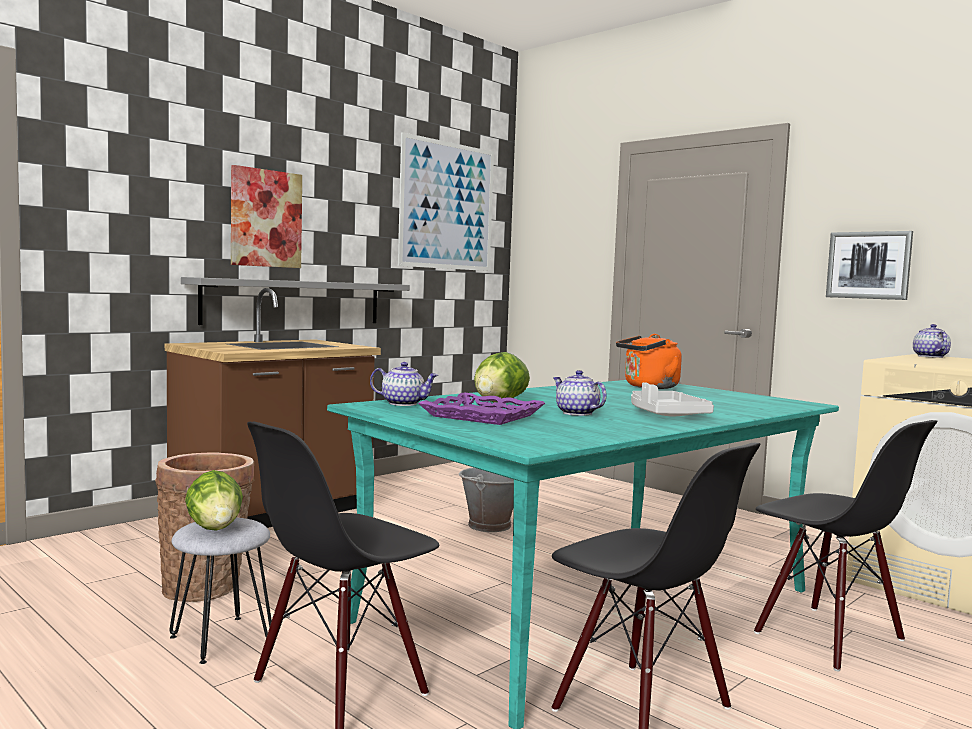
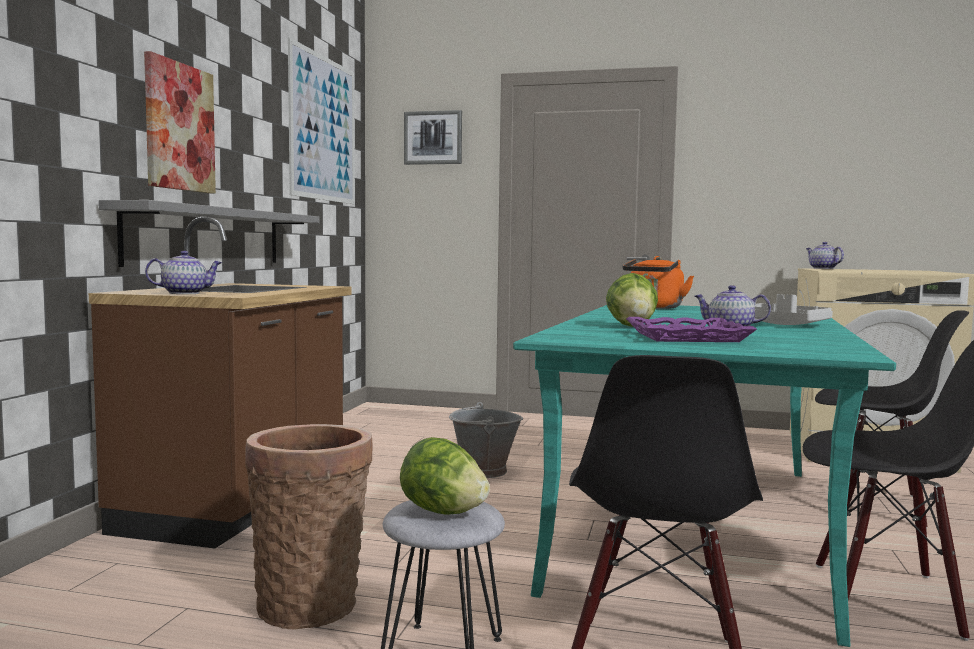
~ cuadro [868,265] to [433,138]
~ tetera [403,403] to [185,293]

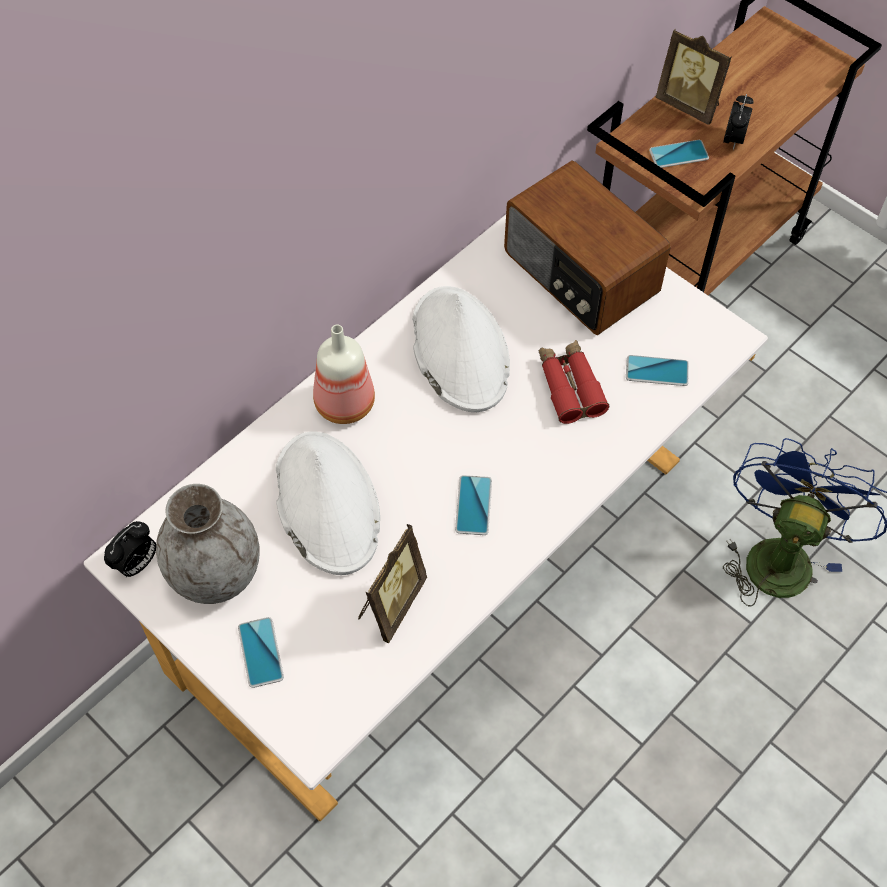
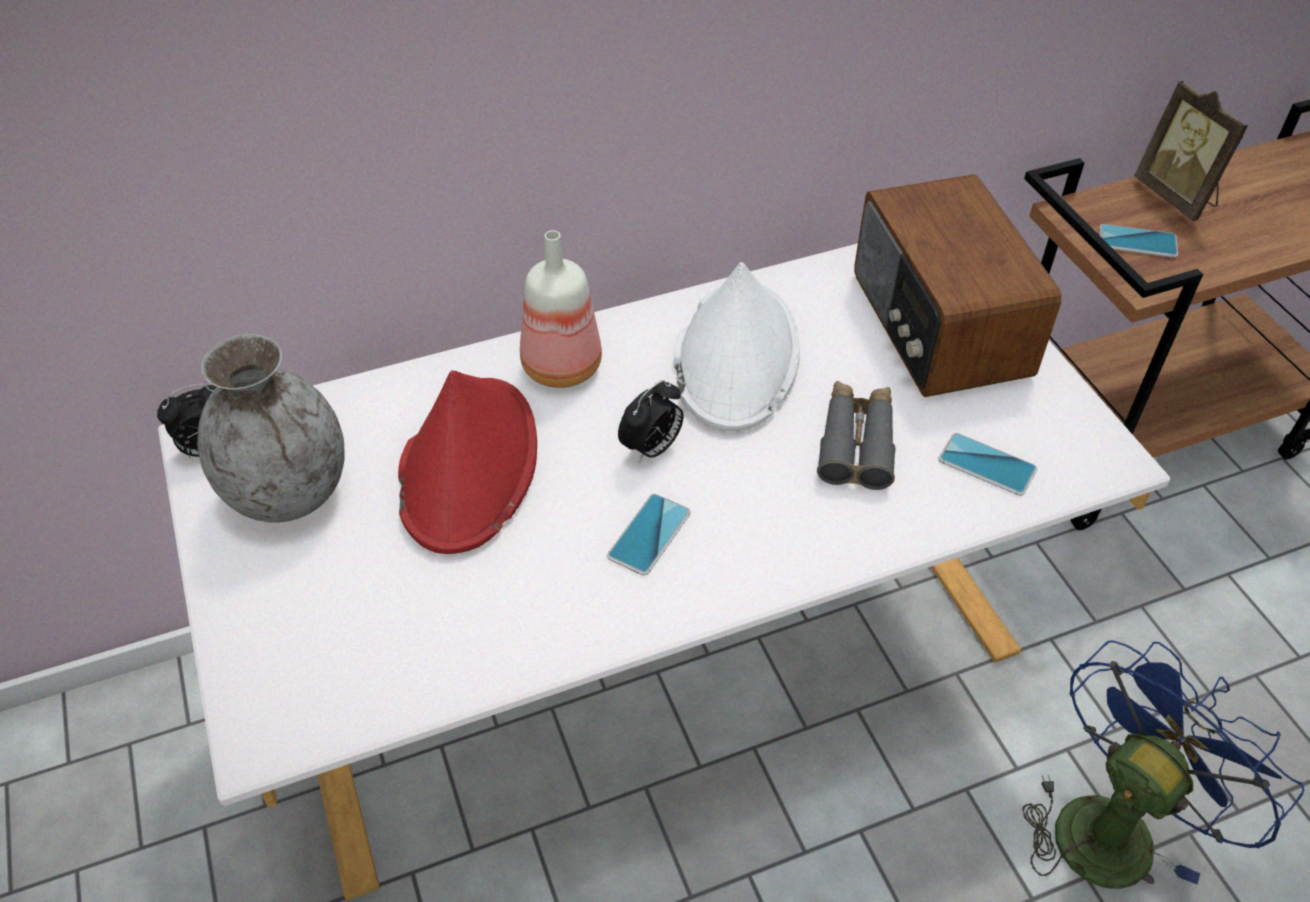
~ despertador [733,140] to [651,449]
~ prismáticos (rojo) [570,386] to prismáticos (gris) [856,443]
~ sombrero (blanco) [326,503] to sombrero (rojo) [469,464]
- portarretratos [390,603]
- móvil [261,652]

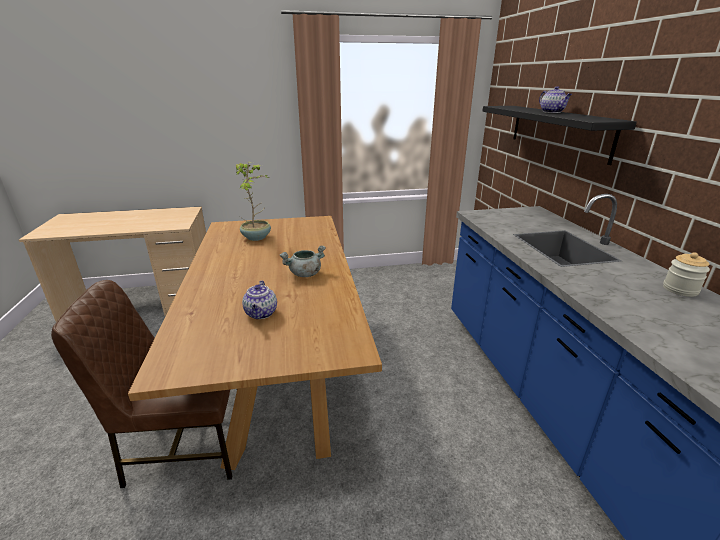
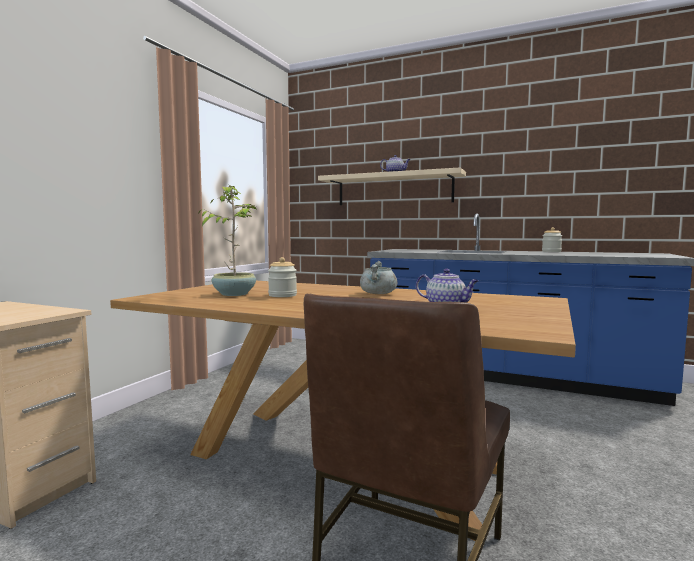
~ estante (negro) [558,131] to estante (beis) [394,189]
+ tarro [282,295]

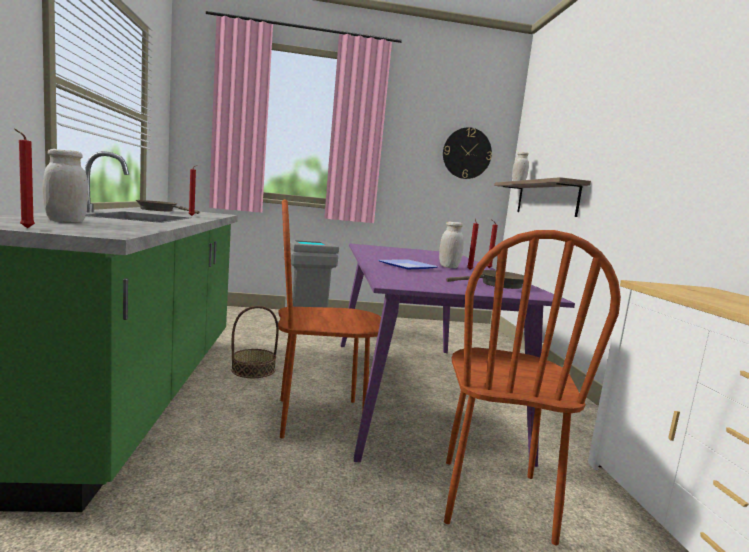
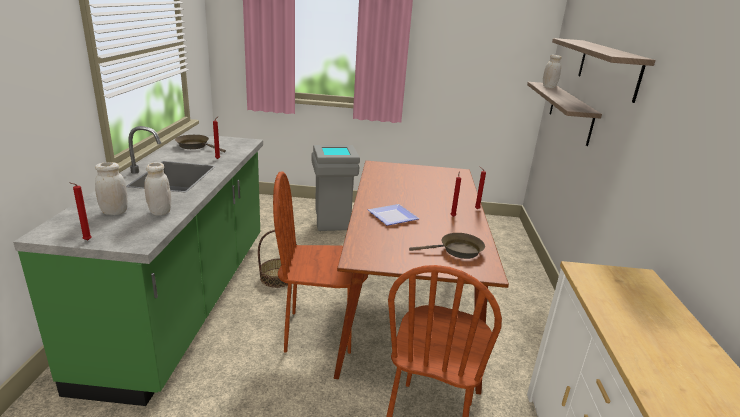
- reloj de pared [466,153]
~ tarro (blanco) [448,267] to [160,212]
~ mesa de comedor (morado) [414,391] to mesa de comedor (marrón) [408,307]
+ estante [608,68]

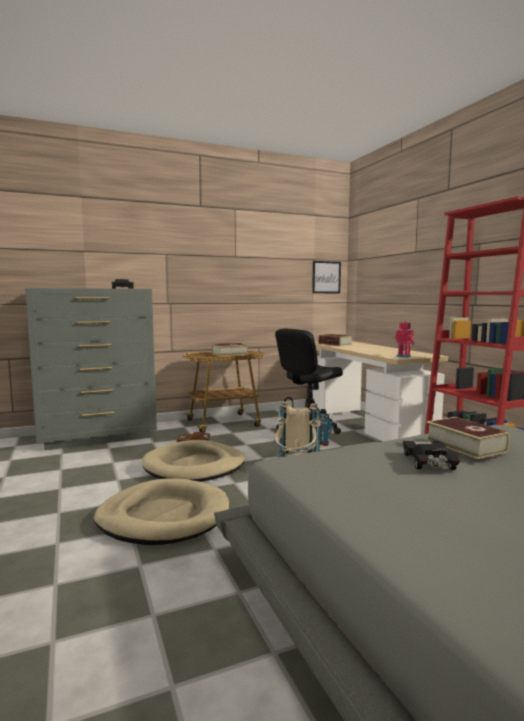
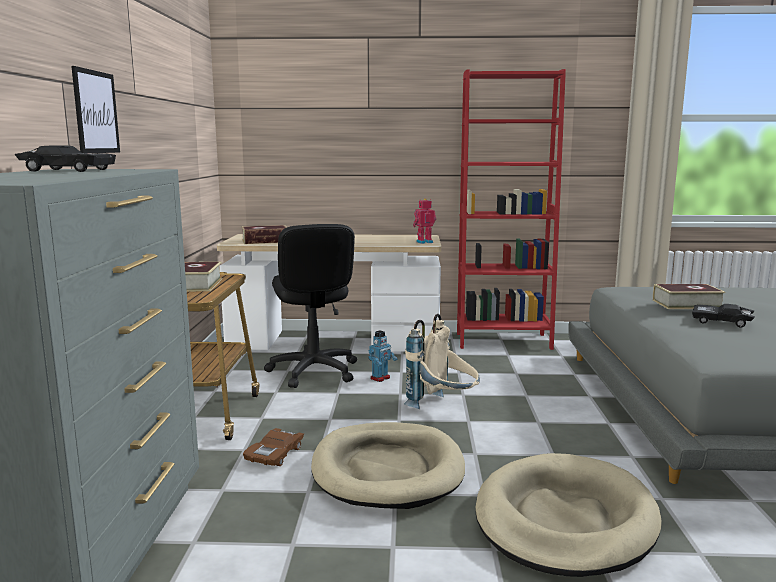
~ cuadro [326,277] to [96,112]

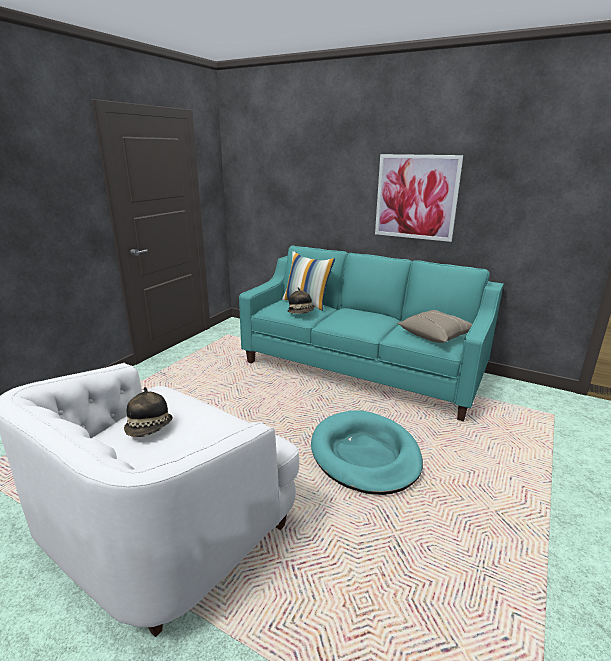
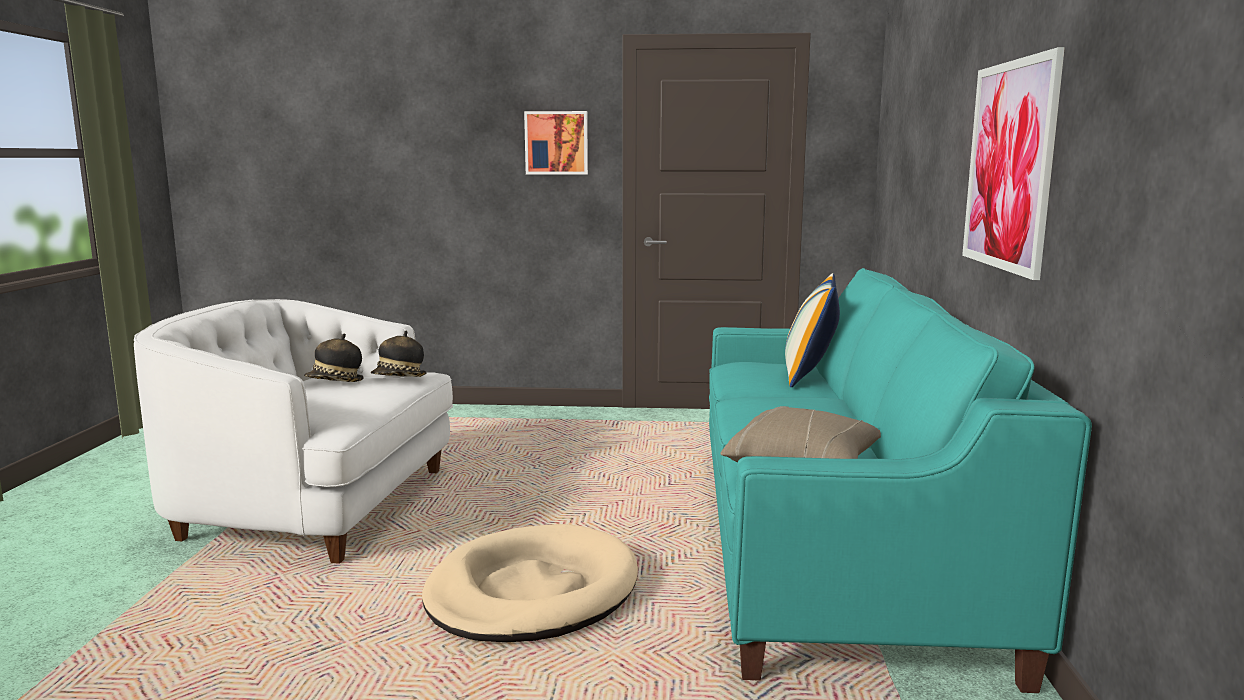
~ sombrero [301,313] to [399,379]
~ cama para perro (turquesa) [365,455] to cama para perro (beis) [532,592]
+ cuadro [556,143]

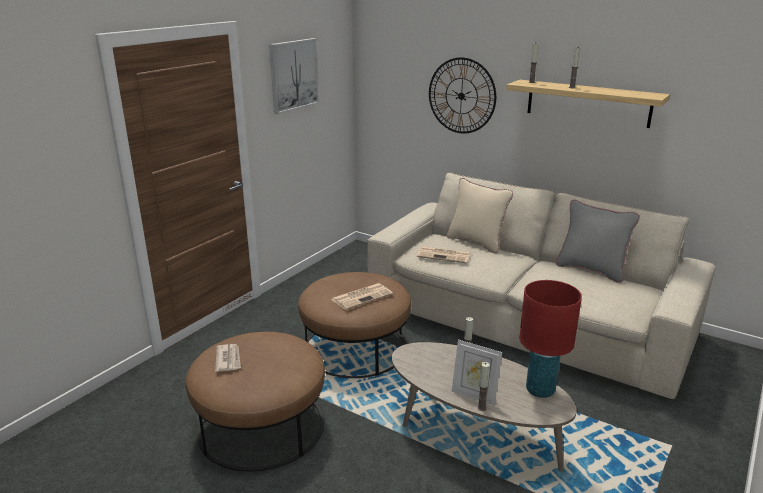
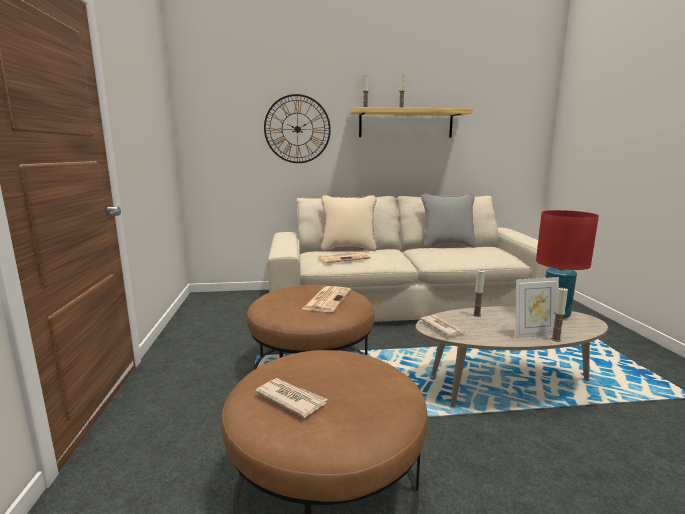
- cuadro [293,75]
+ periódico [442,327]

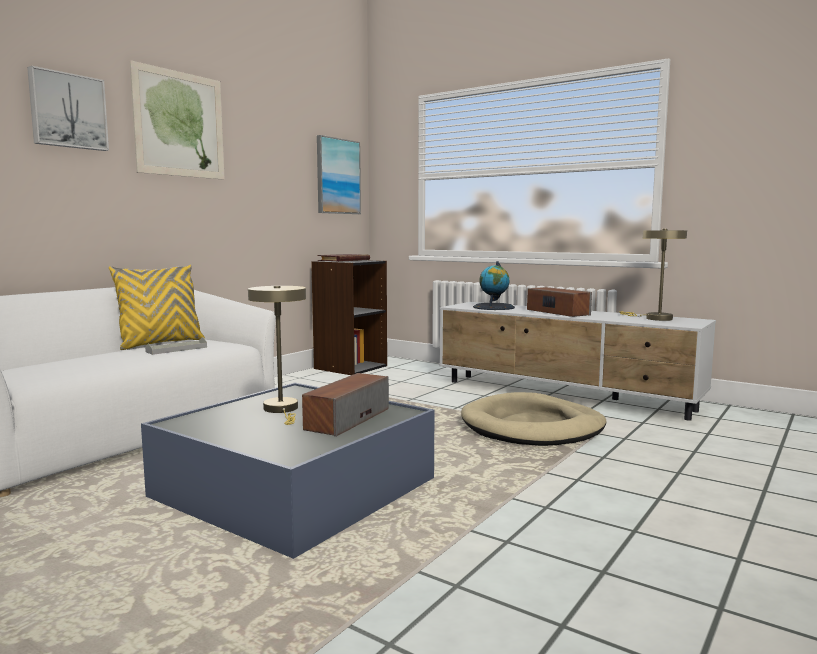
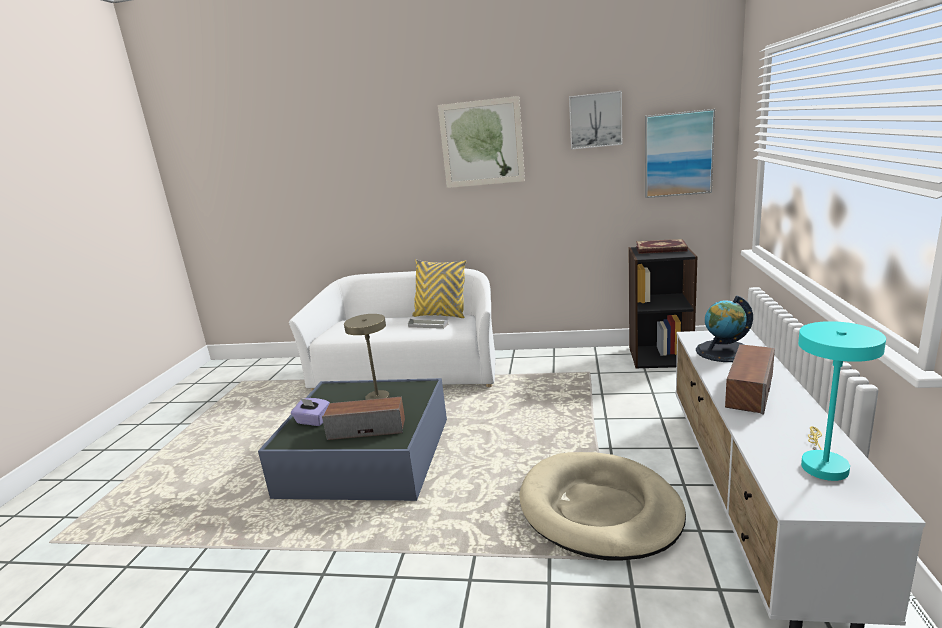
~ cuadro [67,111] to [595,120]
~ lámpara de mesa (beis) [654,318] to lámpara de mesa (turquesa) [822,463]
+ caja de pañuelos (morado) [313,421]

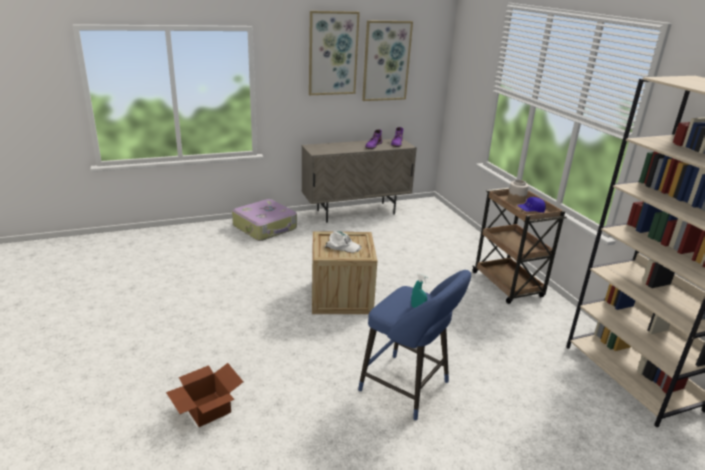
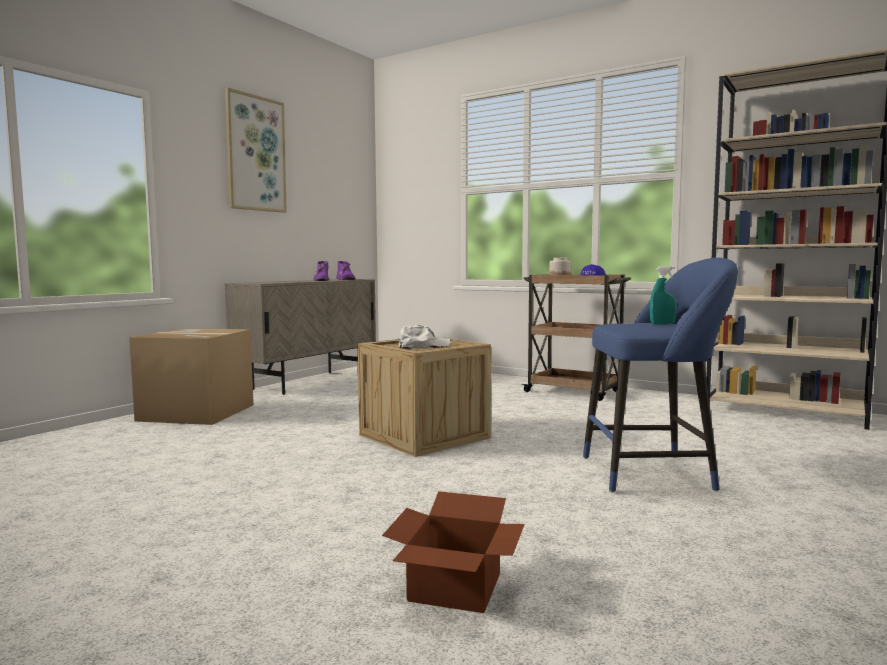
- cuadro [386,61]
~ maleta [265,227] to caja de cartón [197,413]

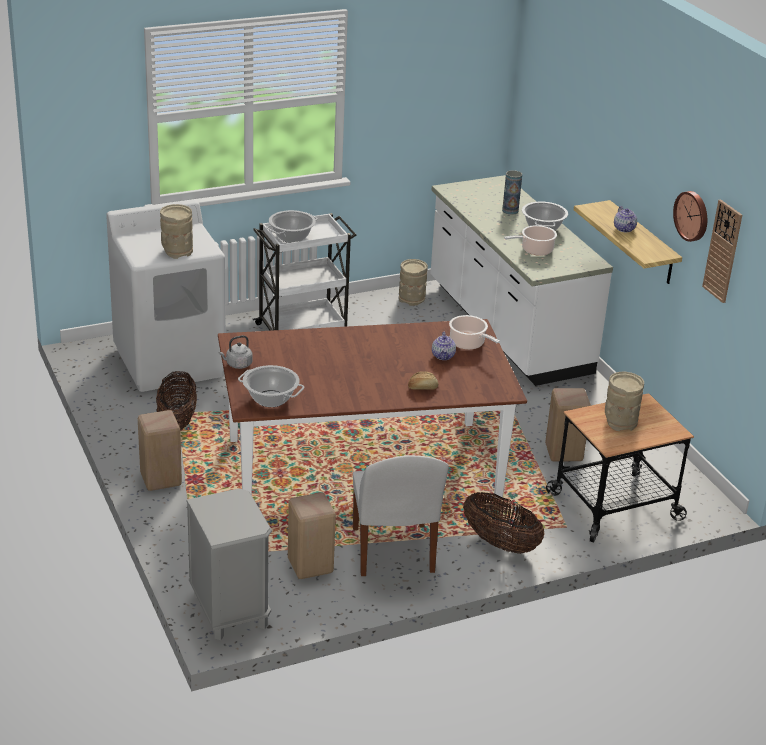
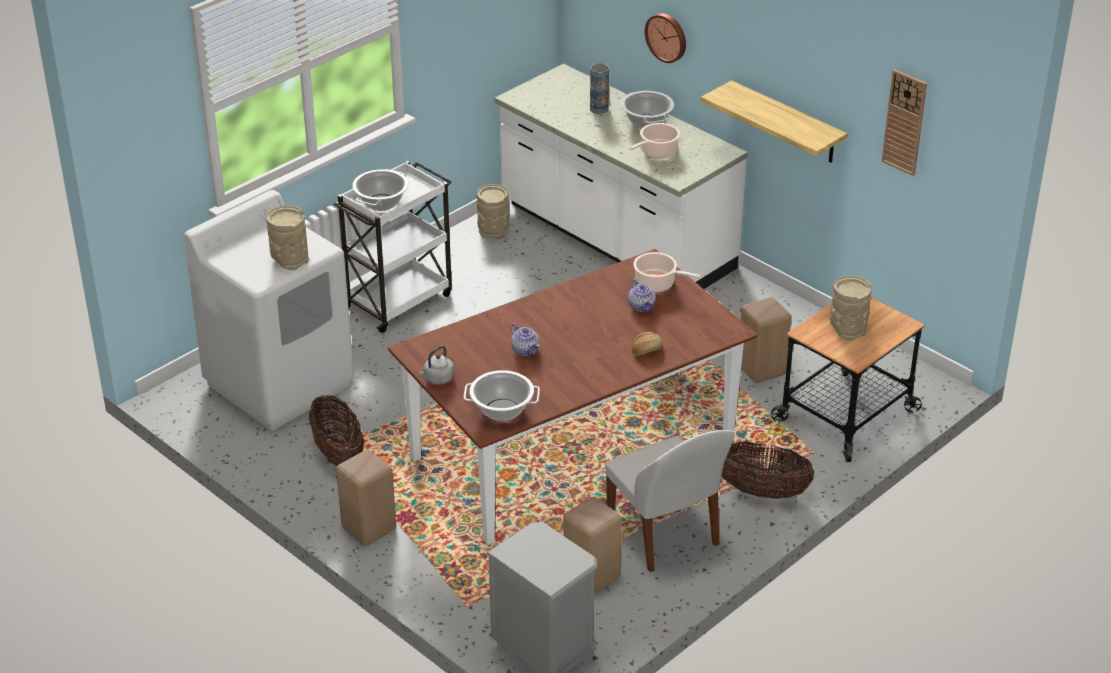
~ reloj de pared [692,215] to [667,37]
~ tetera [624,229] to [526,350]

